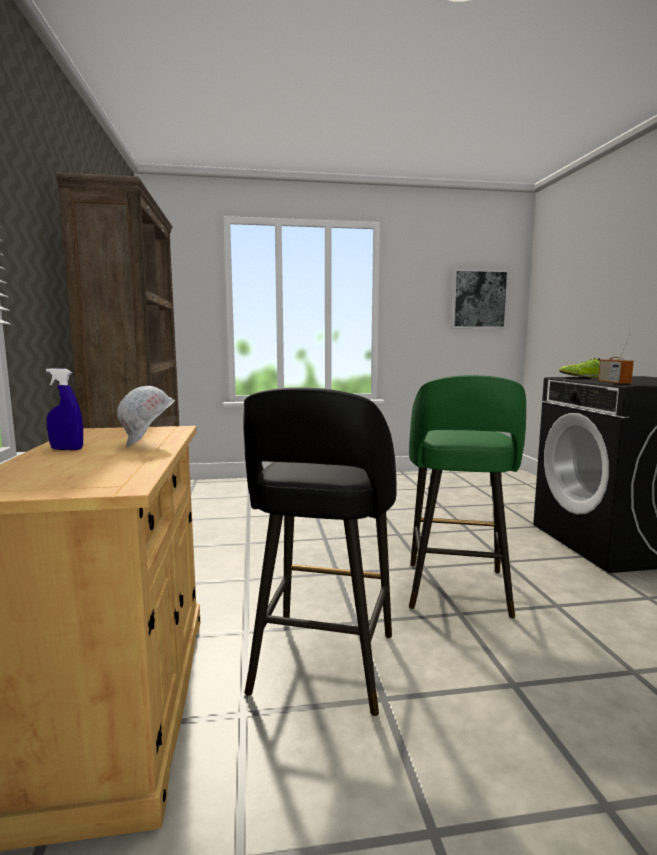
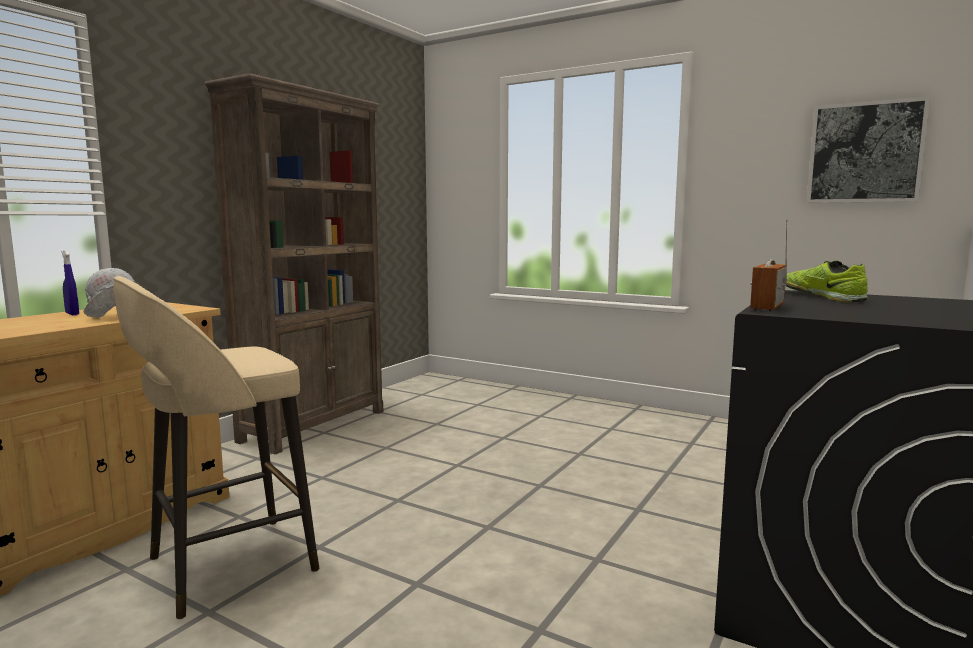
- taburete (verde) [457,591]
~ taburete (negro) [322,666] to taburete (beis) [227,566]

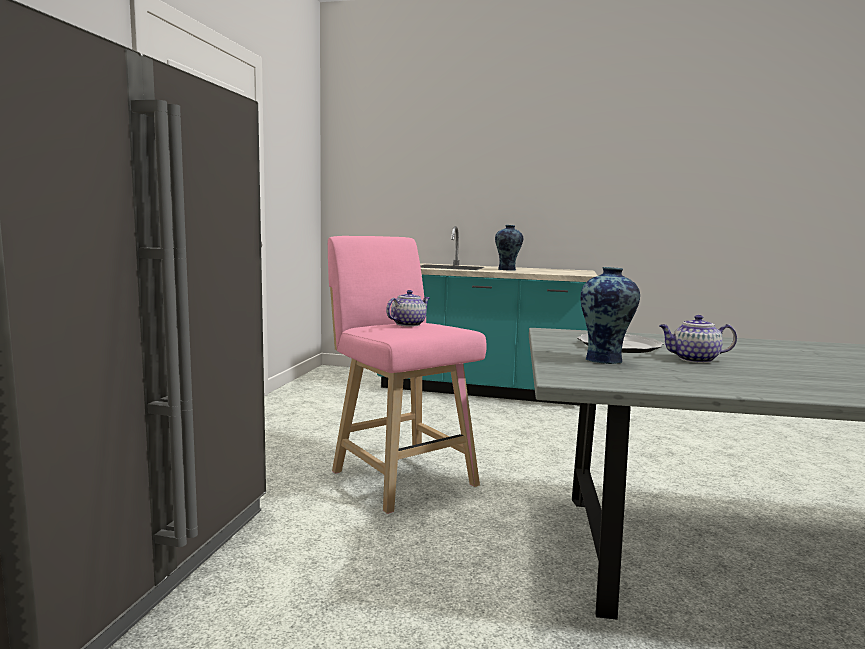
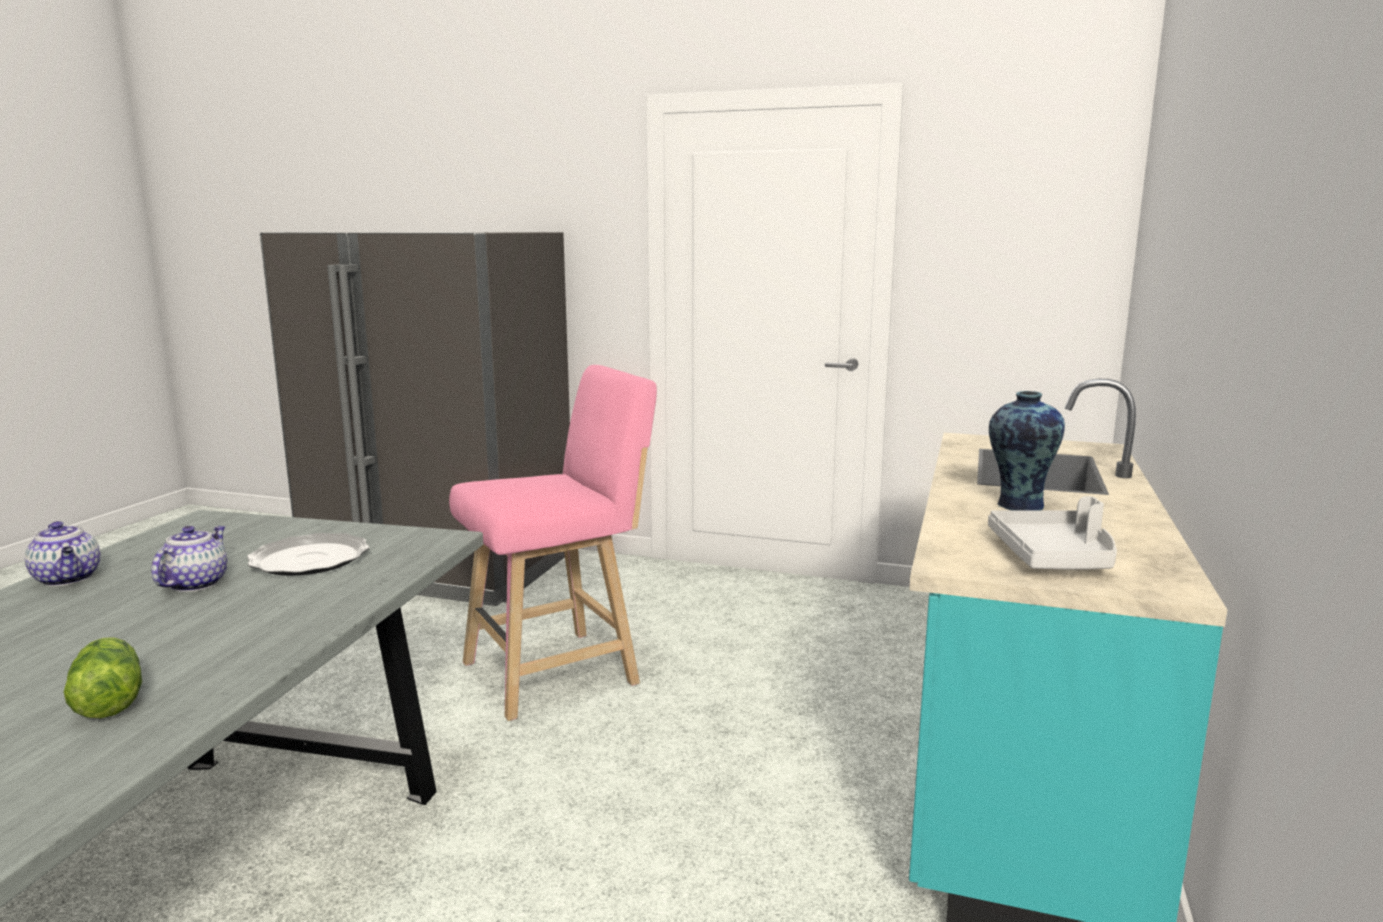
- florero [605,360]
~ tetera [408,324] to [68,579]
+ bandeja (gris) [1054,557]
+ lechuga [110,698]

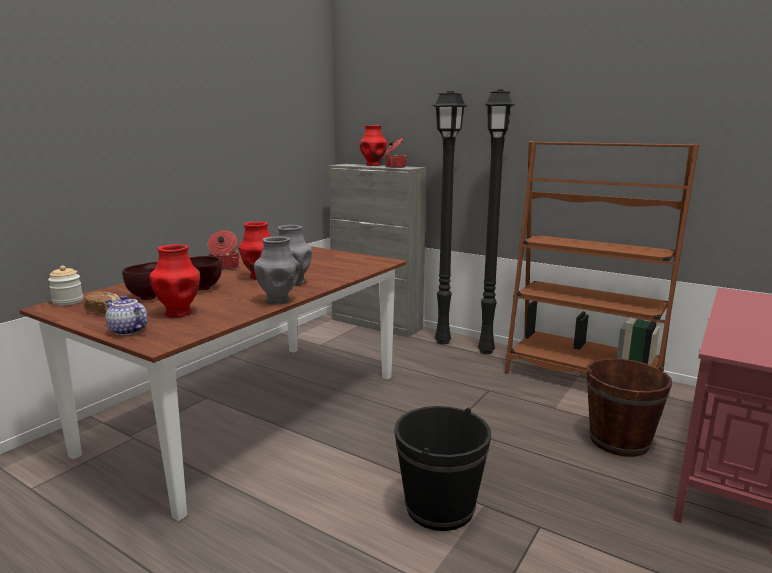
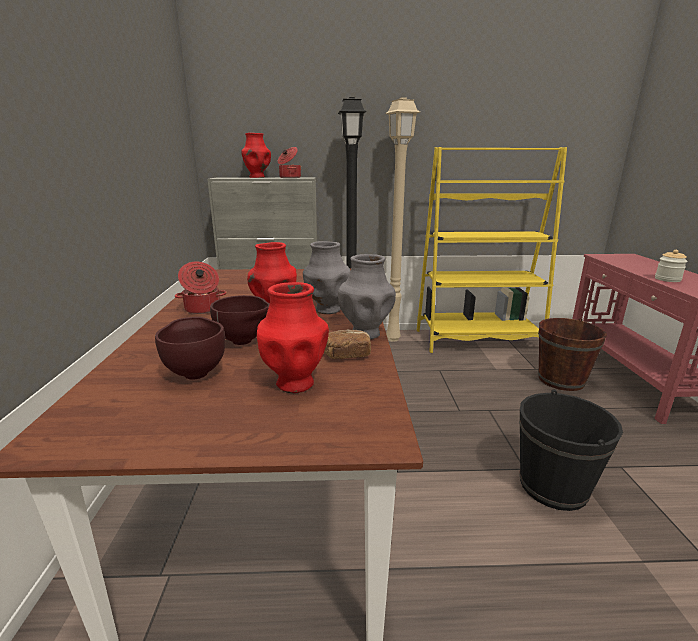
~ lámpara de pie (negro) [487,351] to lámpara de pie (beis) [393,338]
~ estantería (marrón) [582,377] to estantería (amarillo) [477,340]
~ tarro [68,301] to [667,279]
~ pan [104,312] to [347,355]
- tetera [127,331]

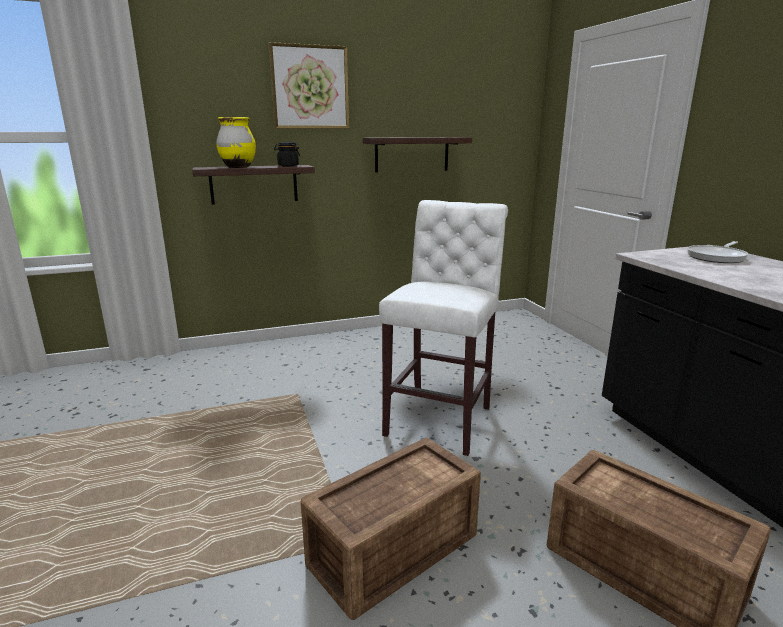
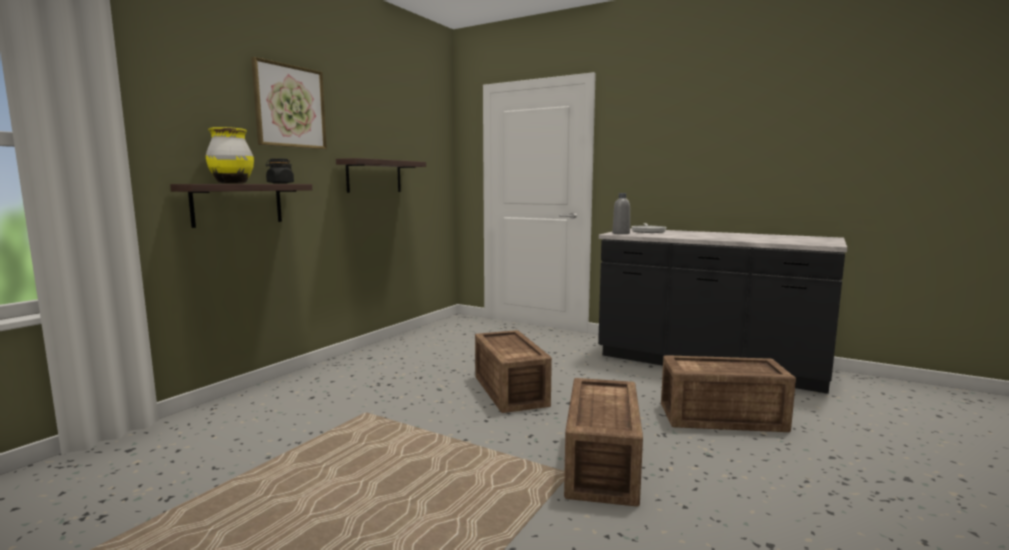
~ taburete (blanco) [441,418] to caja de embalaje [511,390]
+ botella (gris) [621,233]

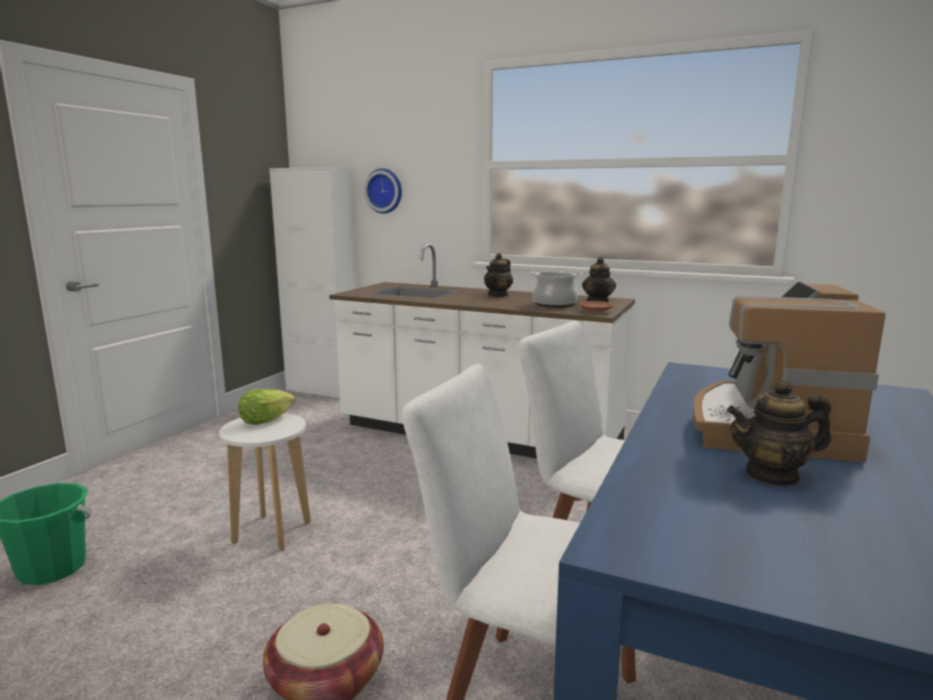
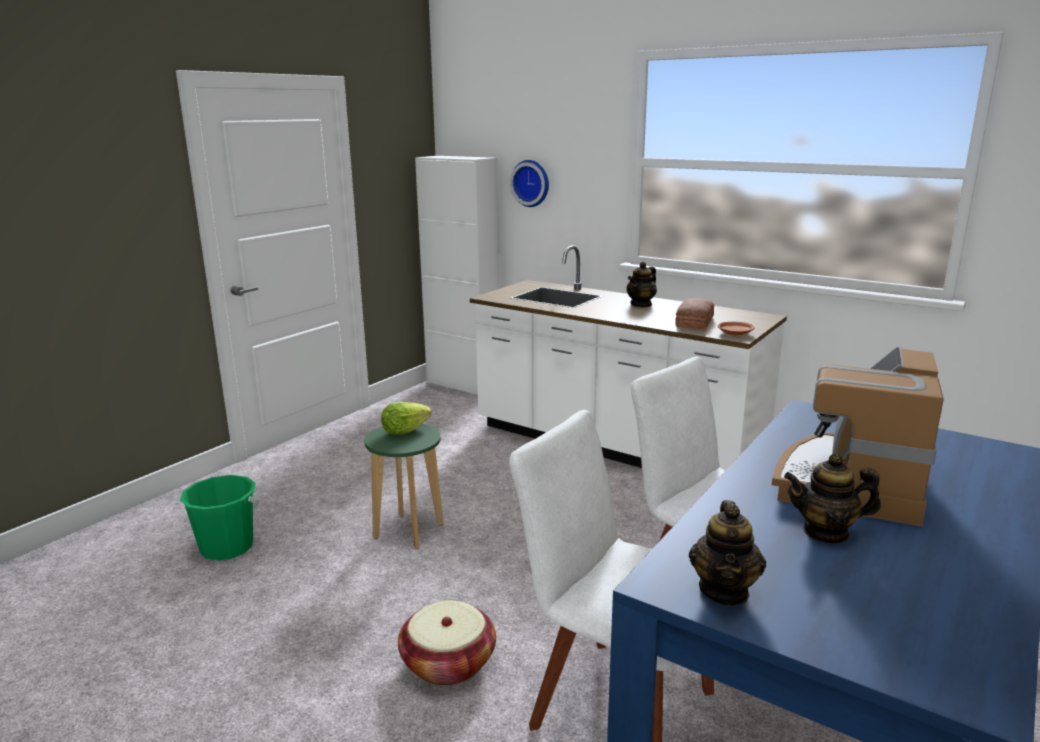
~ tetera [598,301] to [724,591]
~ olla [554,304] to pan [695,321]
~ taburete (blanco) [272,532] to taburete (verde) [408,531]

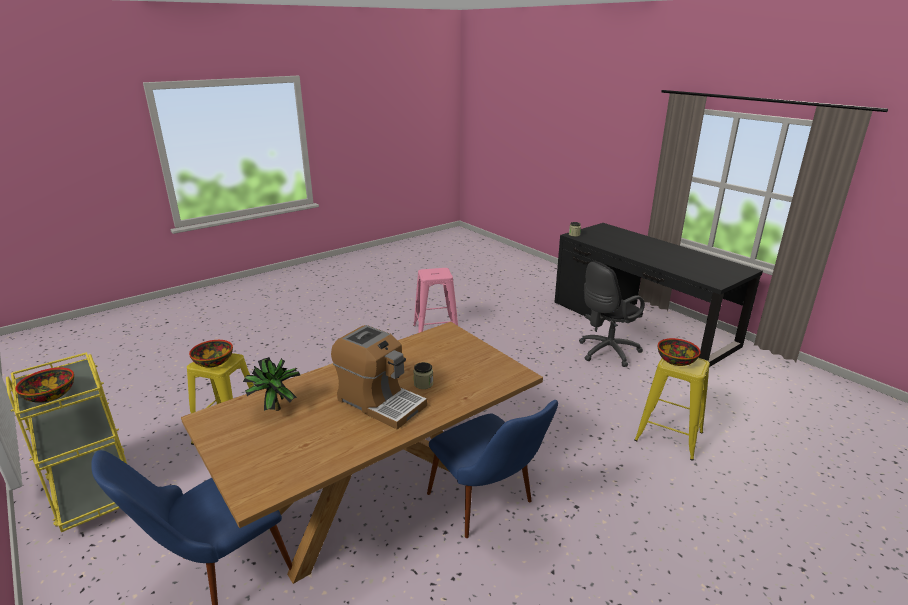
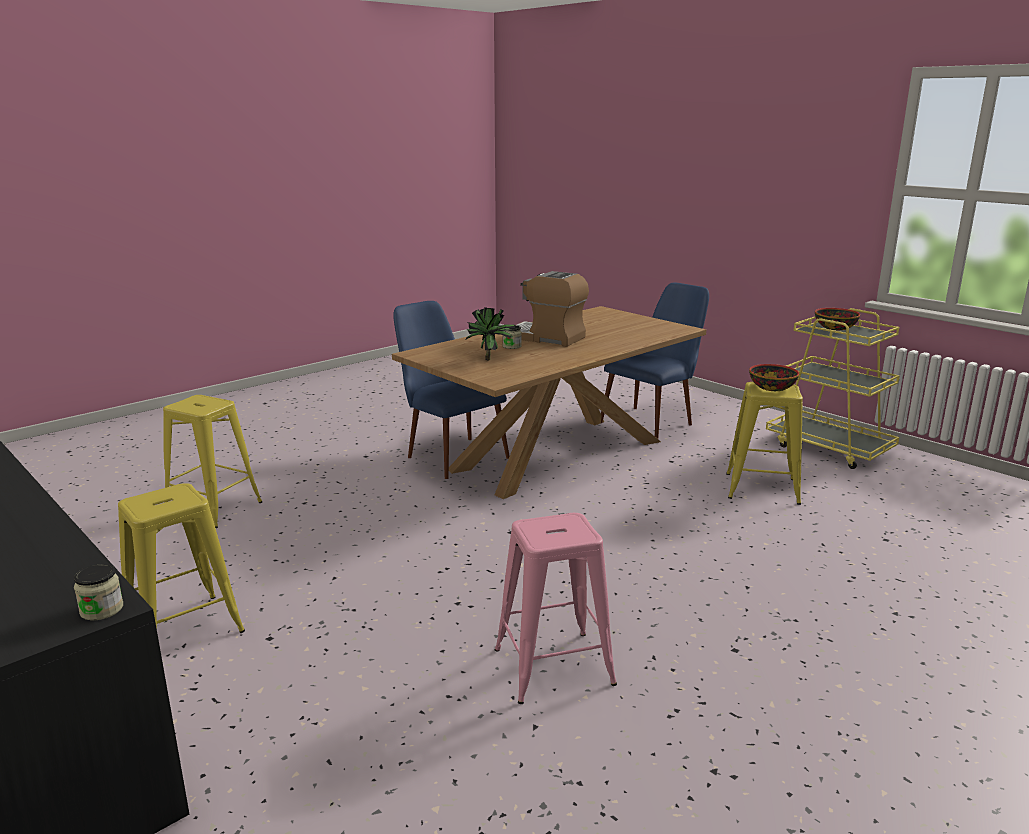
~ silla de oficina (negro) [605,352] to taburete (amarillo) [184,630]
- cuenco [676,361]
~ planta en maceta [275,408] to [491,360]

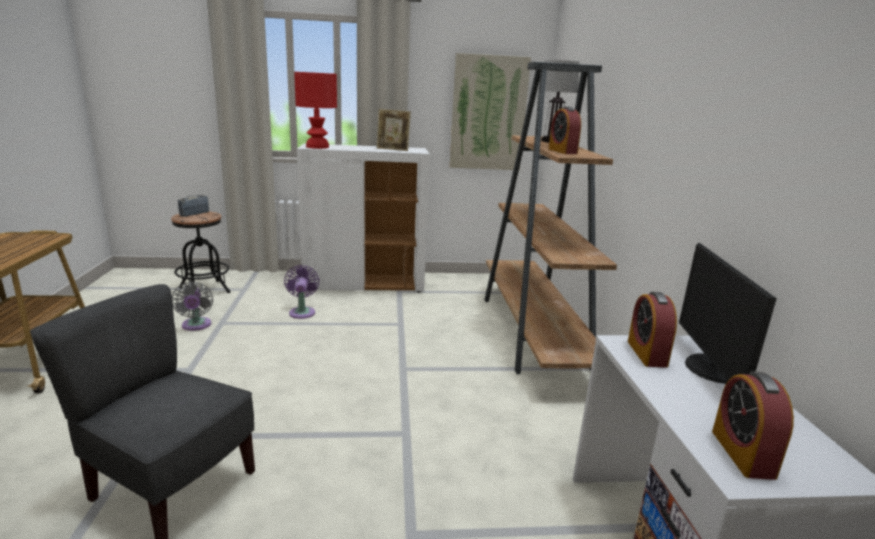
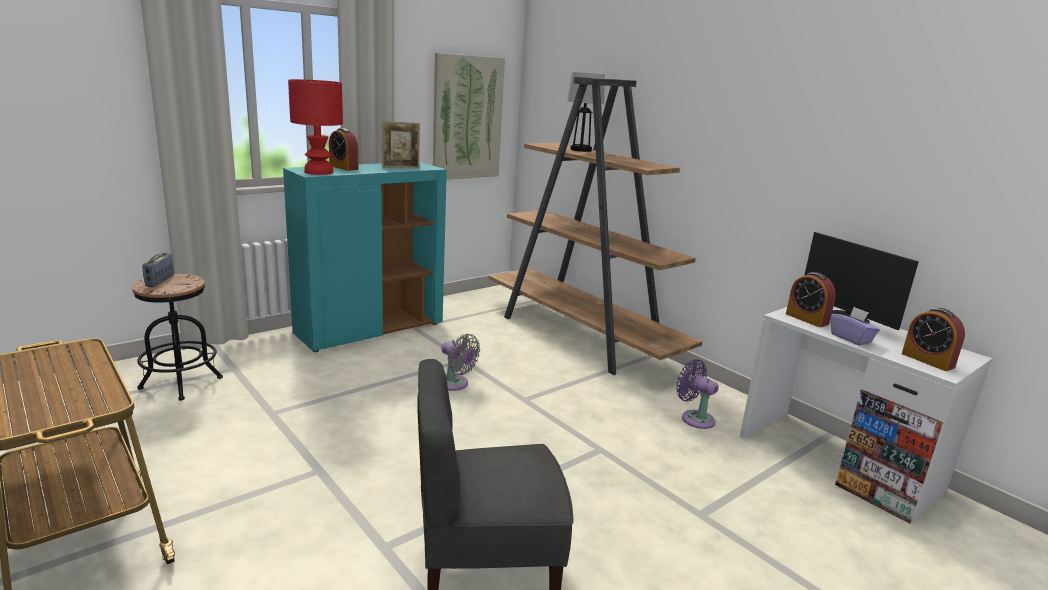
~ despertador [562,151] to [343,167]
~ armario (blanco) [365,285] to armario (turquesa) [370,330]
~ ventilador (morado) [302,312] to [694,418]
~ ventilador (gris) [196,326] to [455,384]
+ caja de pañuelos (morado) [851,338]

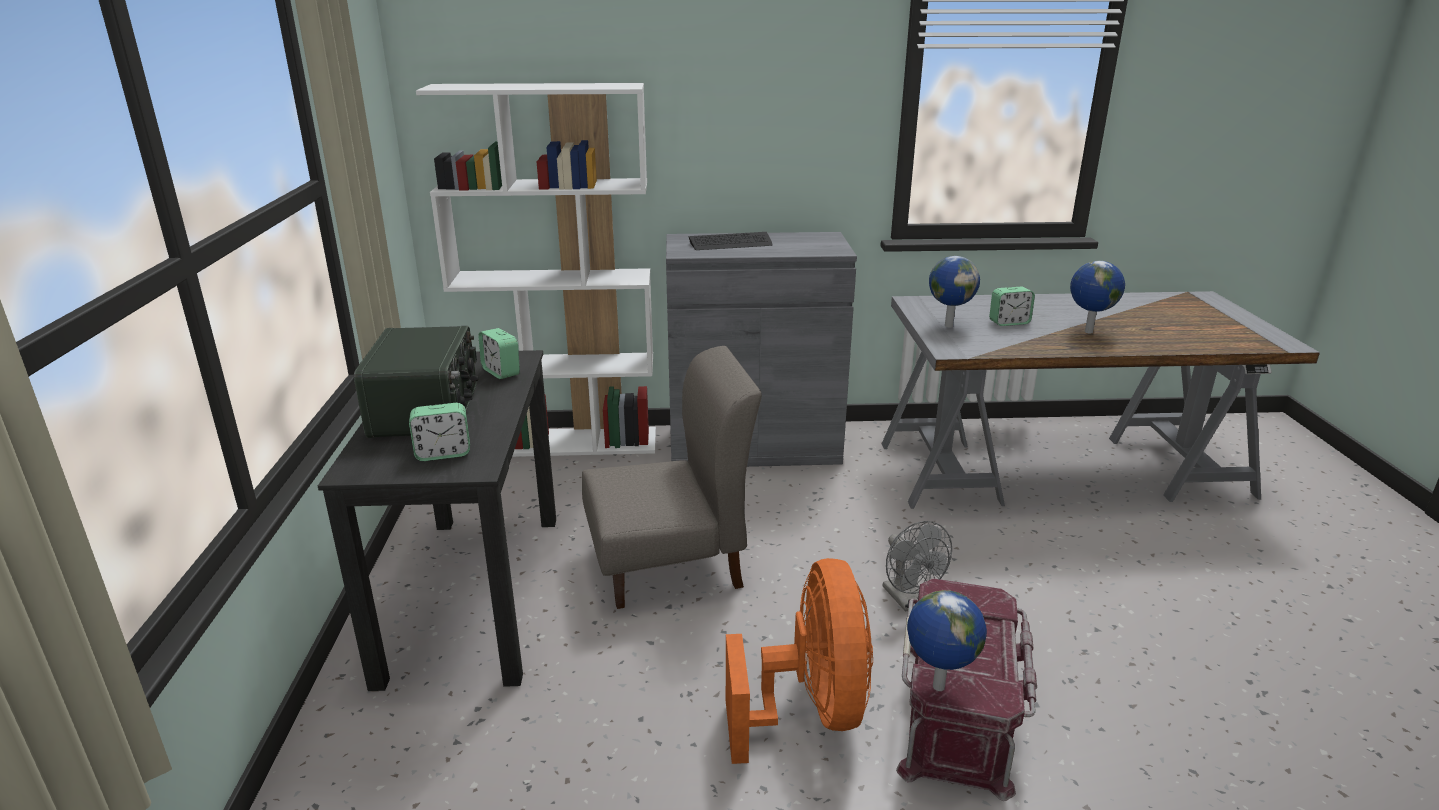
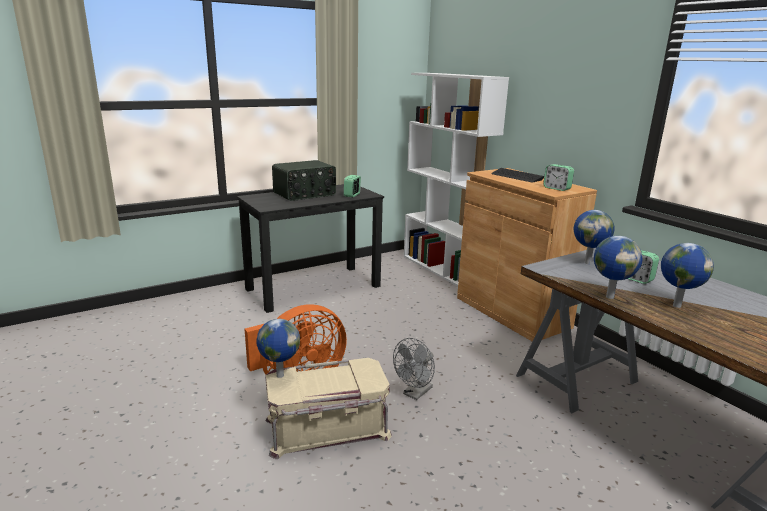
~ armario (gris) [754,446] to armario (marrón) [512,312]
- silla (gris) [669,565]
~ despertador [443,453] to [557,188]
~ caja de almacenaje (rojo) [959,714] to caja de almacenaje (beis) [327,429]
+ globo terráqueo [609,296]

